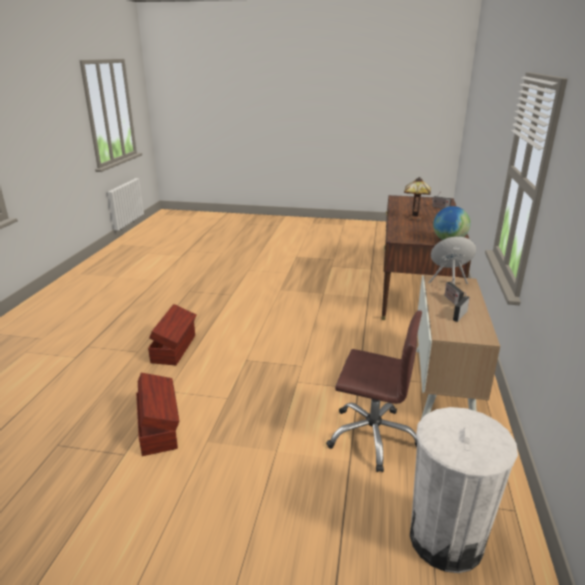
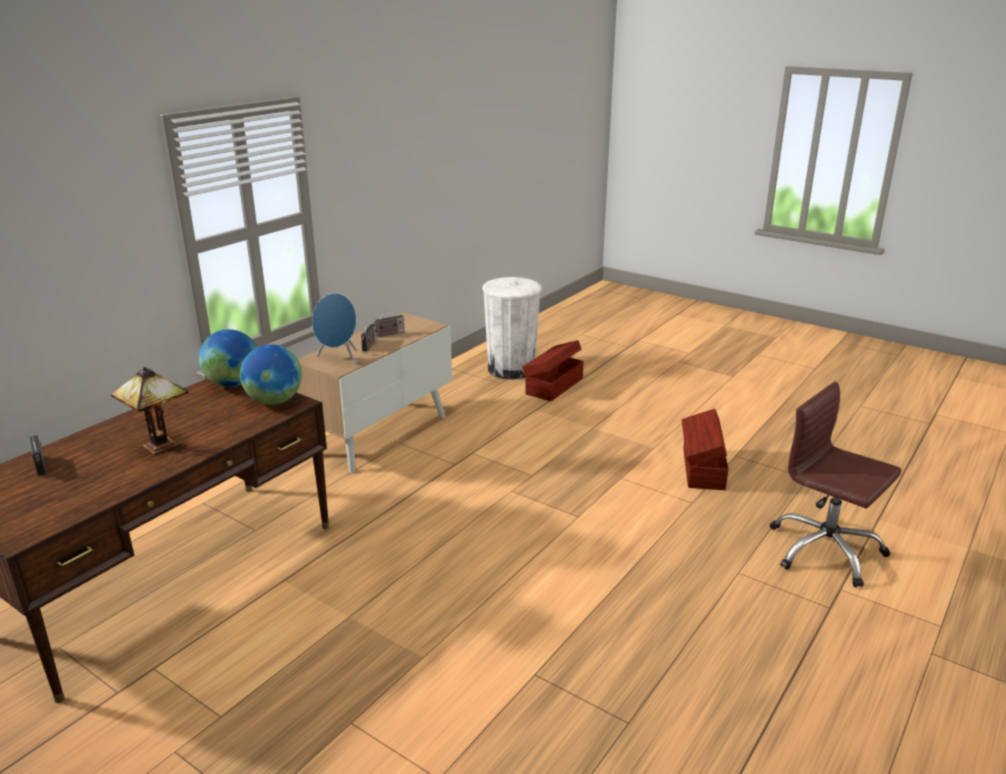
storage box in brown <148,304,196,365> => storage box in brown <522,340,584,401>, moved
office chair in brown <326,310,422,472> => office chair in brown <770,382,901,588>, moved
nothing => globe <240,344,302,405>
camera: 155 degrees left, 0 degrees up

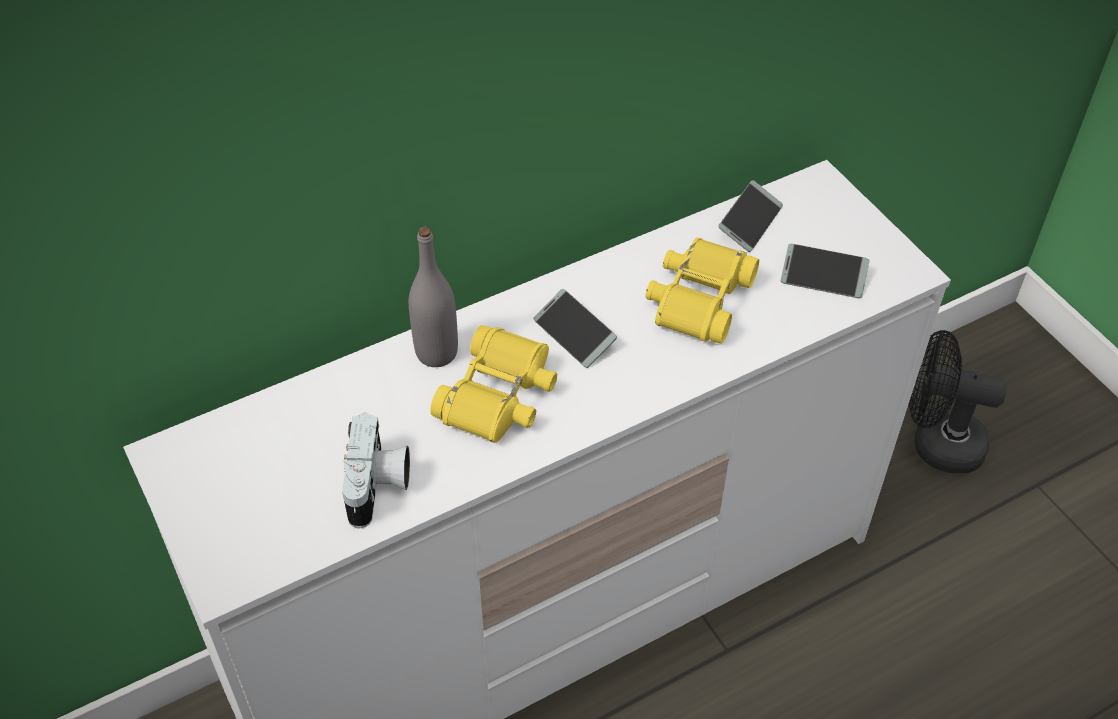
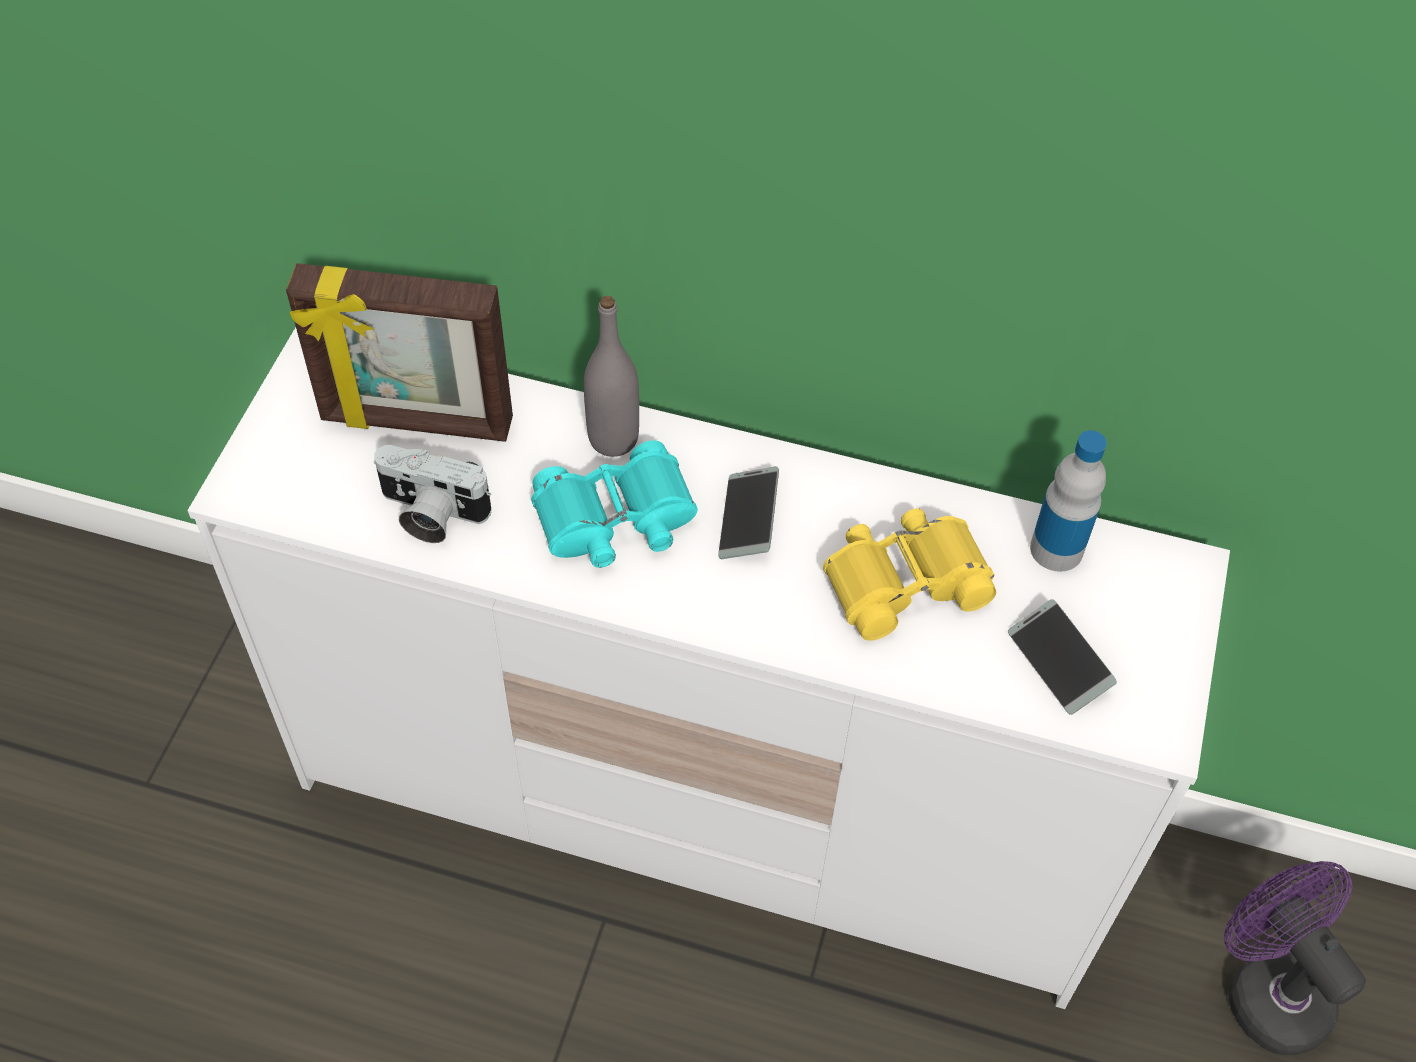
phone <718,180,783,252> => bottle <1030,430,1107,572>
binoculars in yellow <430,325,557,443> => binoculars in turquoise <531,440,698,568>
fan in black <908,330,1007,474> => fan in purple <1224,861,1366,1055>
photo camera <342,413,410,529> => photo camera <373,445,492,543>, 60 degrees clockwise
nothing => picture frame <286,263,513,442>
camera: 45 degrees right, 5 degrees up

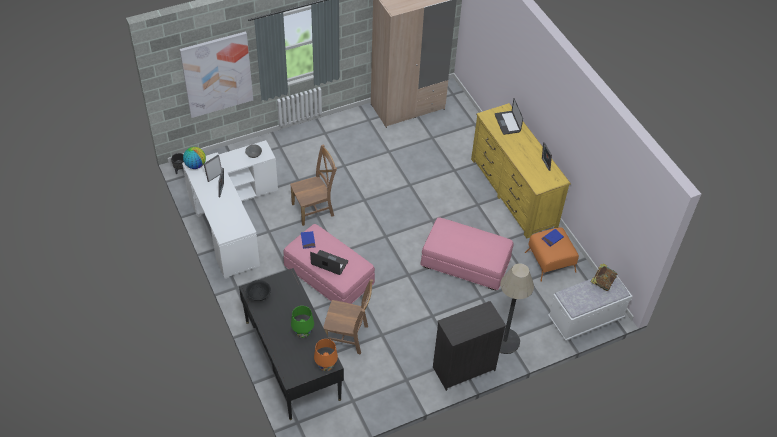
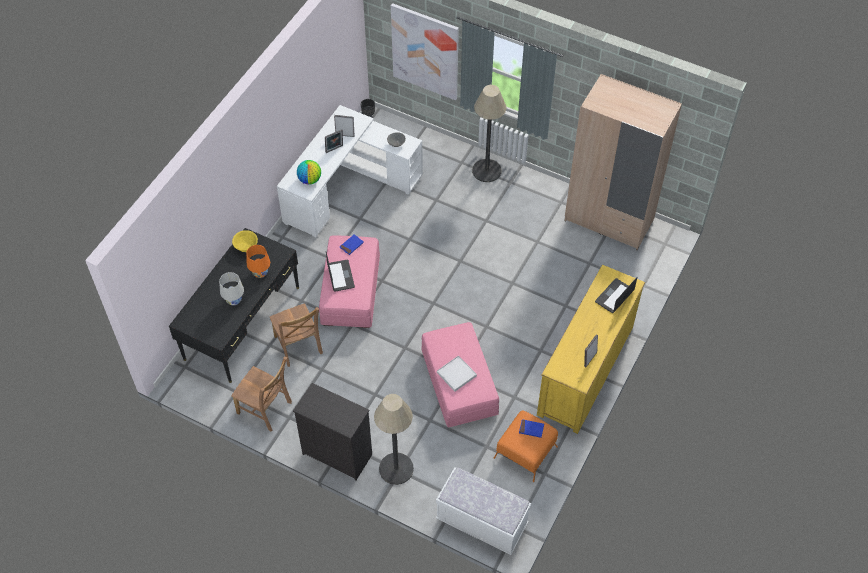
chair in brown <290,144,337,226> => chair in brown <231,357,292,432>, moved
globe <183,147,206,169> => globe <297,160,321,185>, moved
book <591,263,617,291> => nothing
bowl in black <246,280,271,301> => bowl in yellow <232,230,258,252>
table lamp in green <291,306,314,338> => table lamp in white <219,272,244,306>
table lamp in orange <314,339,338,371> => table lamp in orange <246,245,270,278>, moved
nothing => floor lamp <472,85,506,182>
nothing => tray in white <437,355,477,392>
camera: 55 degrees right, 5 degrees up

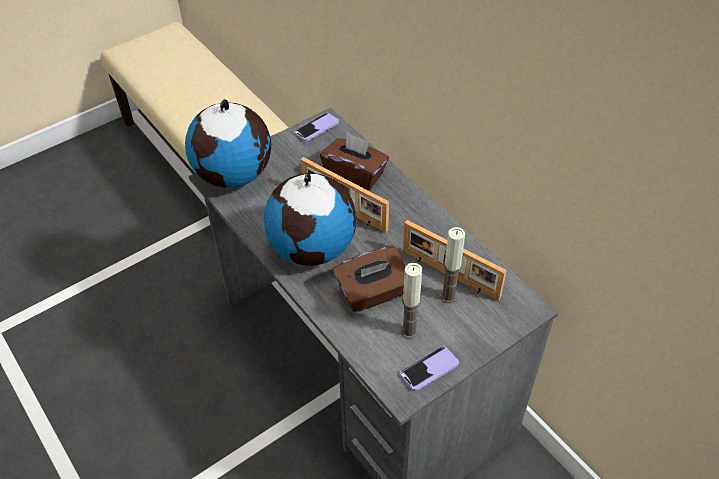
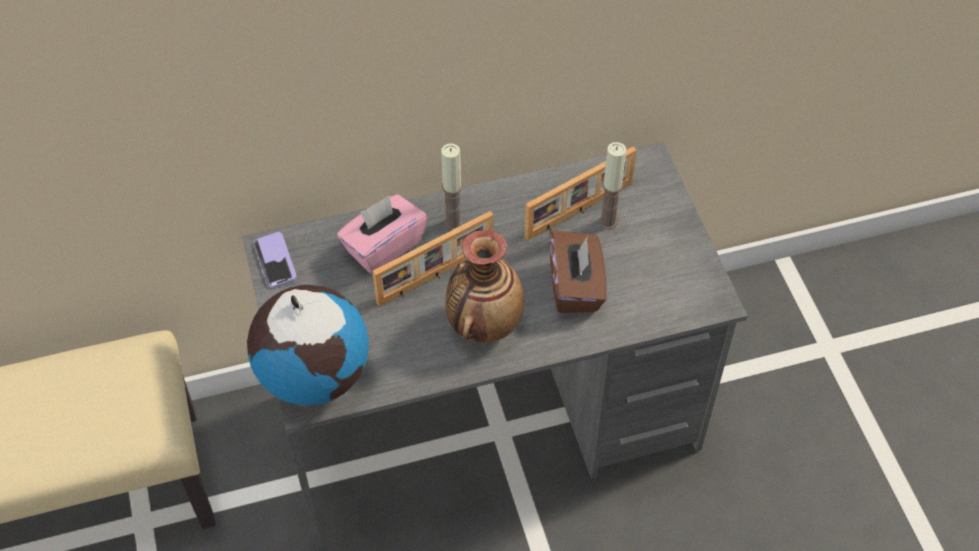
tissue box in brown <320,133,389,191> => tissue box in pink <337,194,427,274>
globe <264,172,357,266> => vase <446,230,524,343>
candle <401,263,422,339> => candle <441,144,463,231>, moved
phone <400,346,459,391> => nothing
camera: 70 degrees left, 5 degrees up

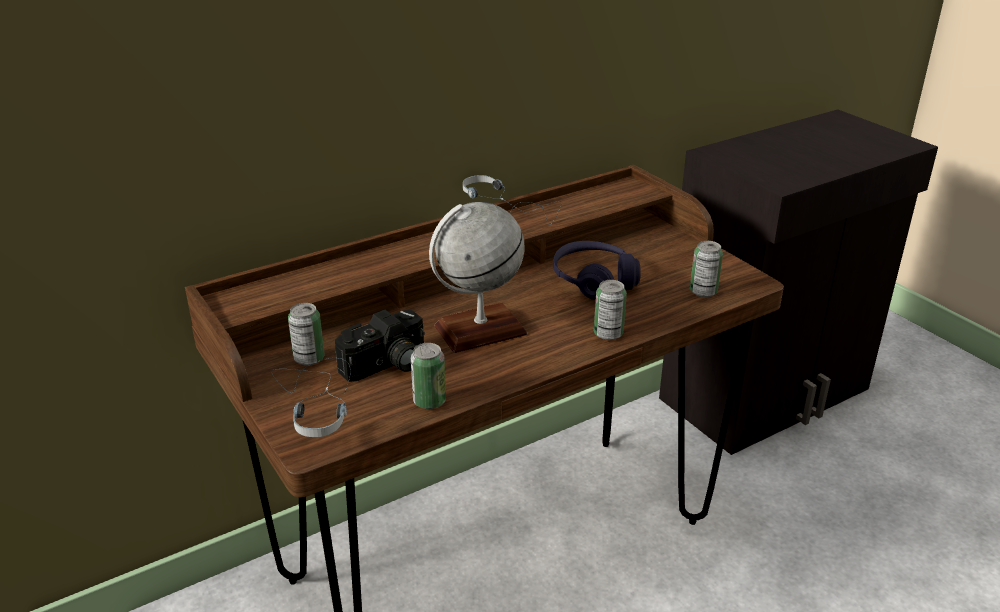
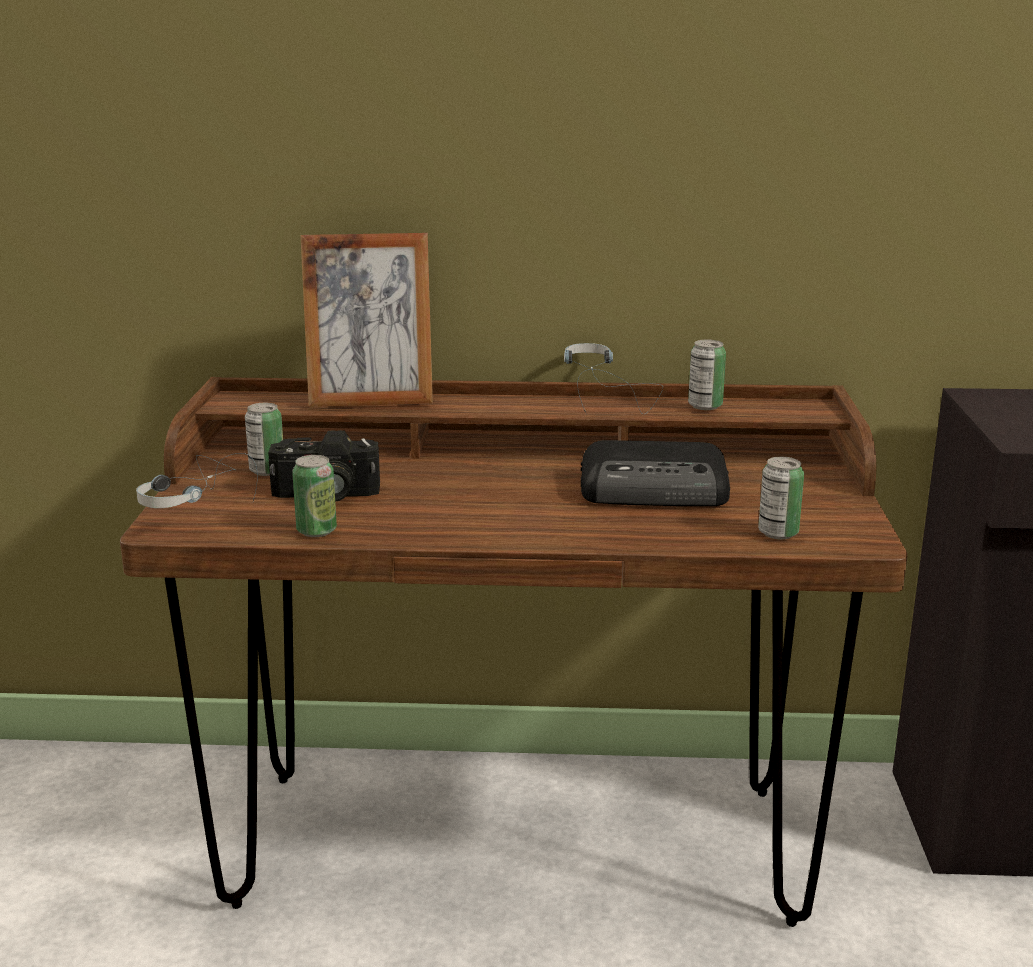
globe <429,202,527,353> => nothing
headphones in purple <553,241,641,300> => radio <581,440,730,506>
can <594,280,627,340> => can <688,340,726,410>, moved
nothing => picture frame <300,233,433,407>
camera: 35 degrees right, 10 degrees down

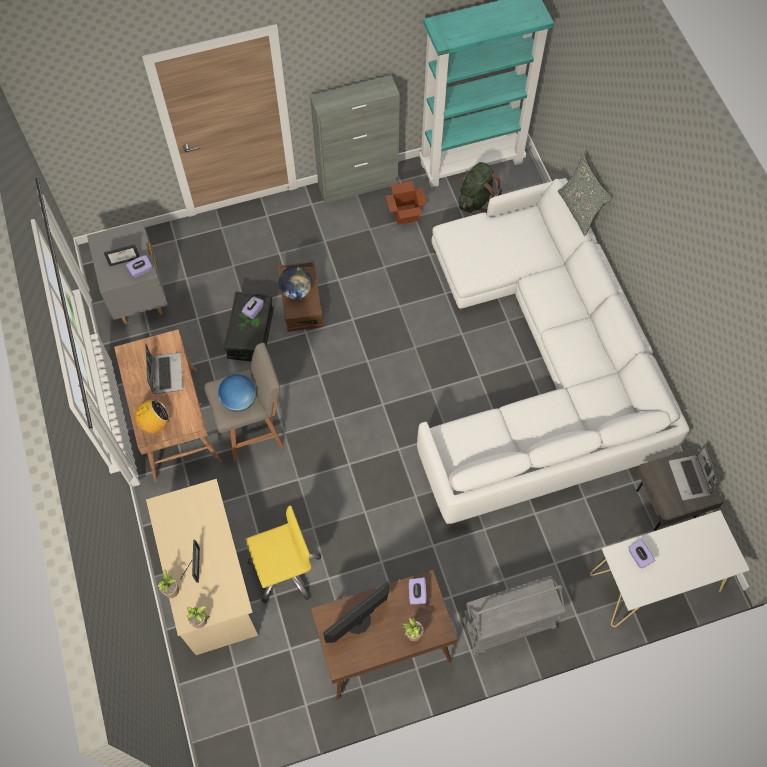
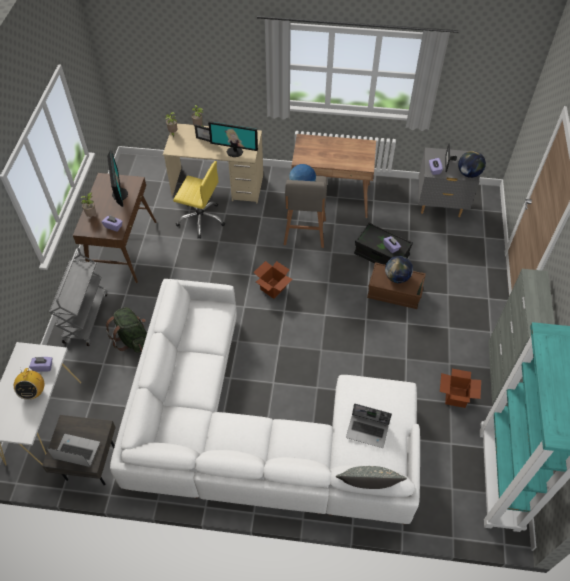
backpack in green <459,162,502,213> => backpack in green <106,307,147,353>, moved
laptop <145,343,183,394> => laptop <346,403,392,448>, moved
radio <135,400,169,433> => radio <14,366,44,400>, moved
office chair in yellow <245,505,321,603> => office chair in yellow <173,161,225,239>, 75 degrees counterclockwise
nothing => monitor <208,121,258,157>
nothing => globe <458,151,486,178>
nothing => cardboard box <253,261,293,299>
camera: 115 degrees right, 10 degrees down

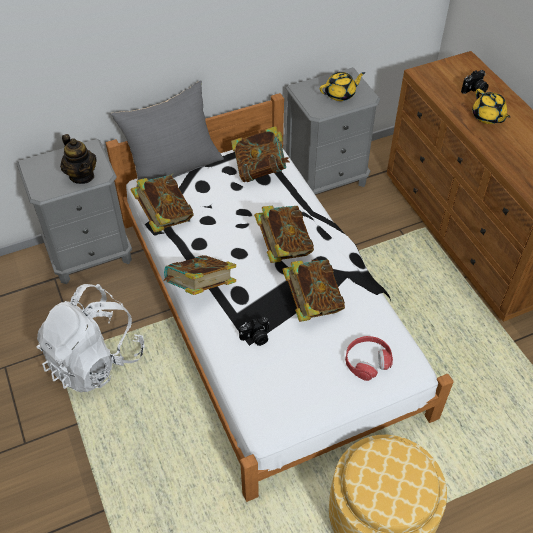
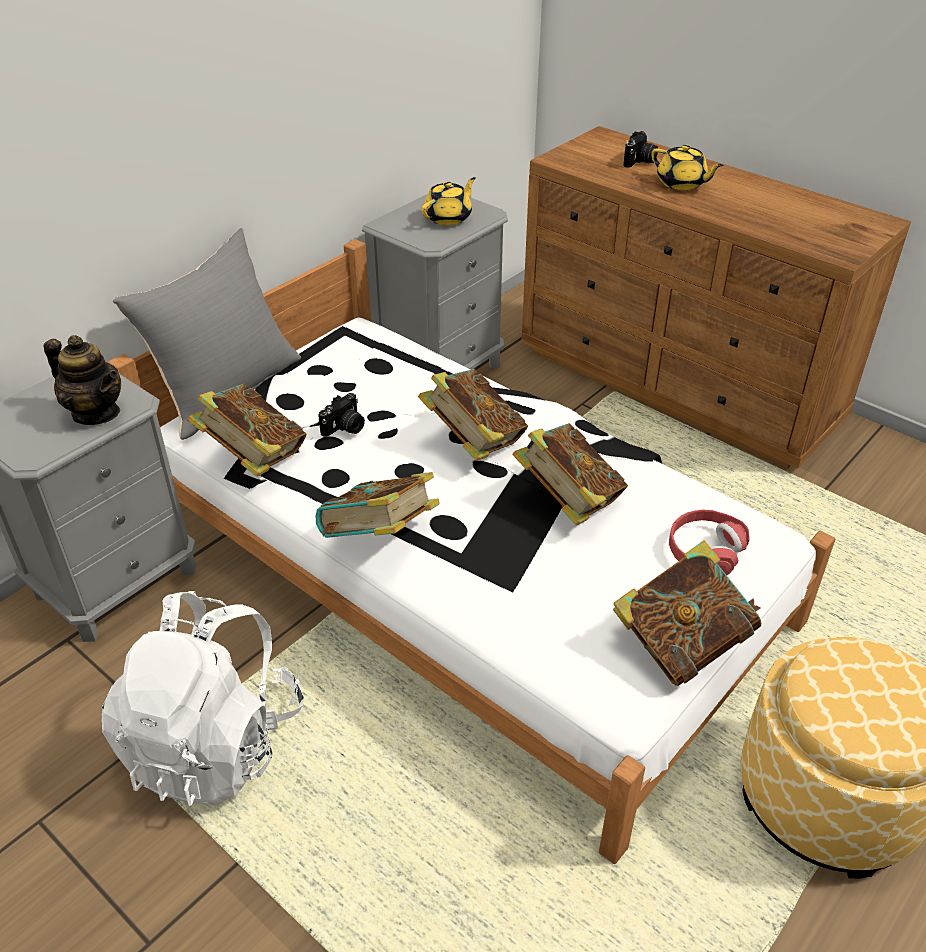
book <231,126,290,182> => book <613,540,761,686>, moved
photo camera <239,317,270,346> => photo camera <318,393,365,437>, moved
camera: 25 degrees left, 10 degrees down

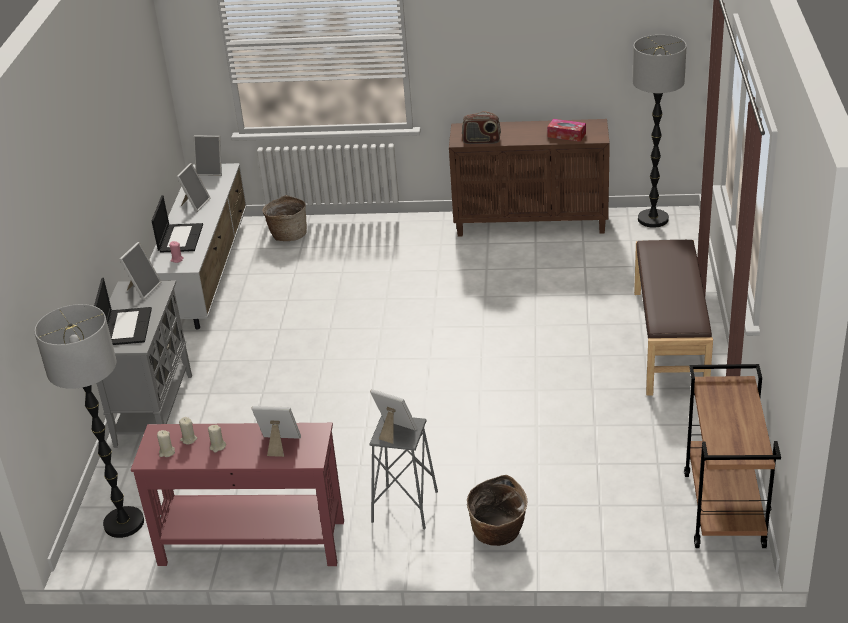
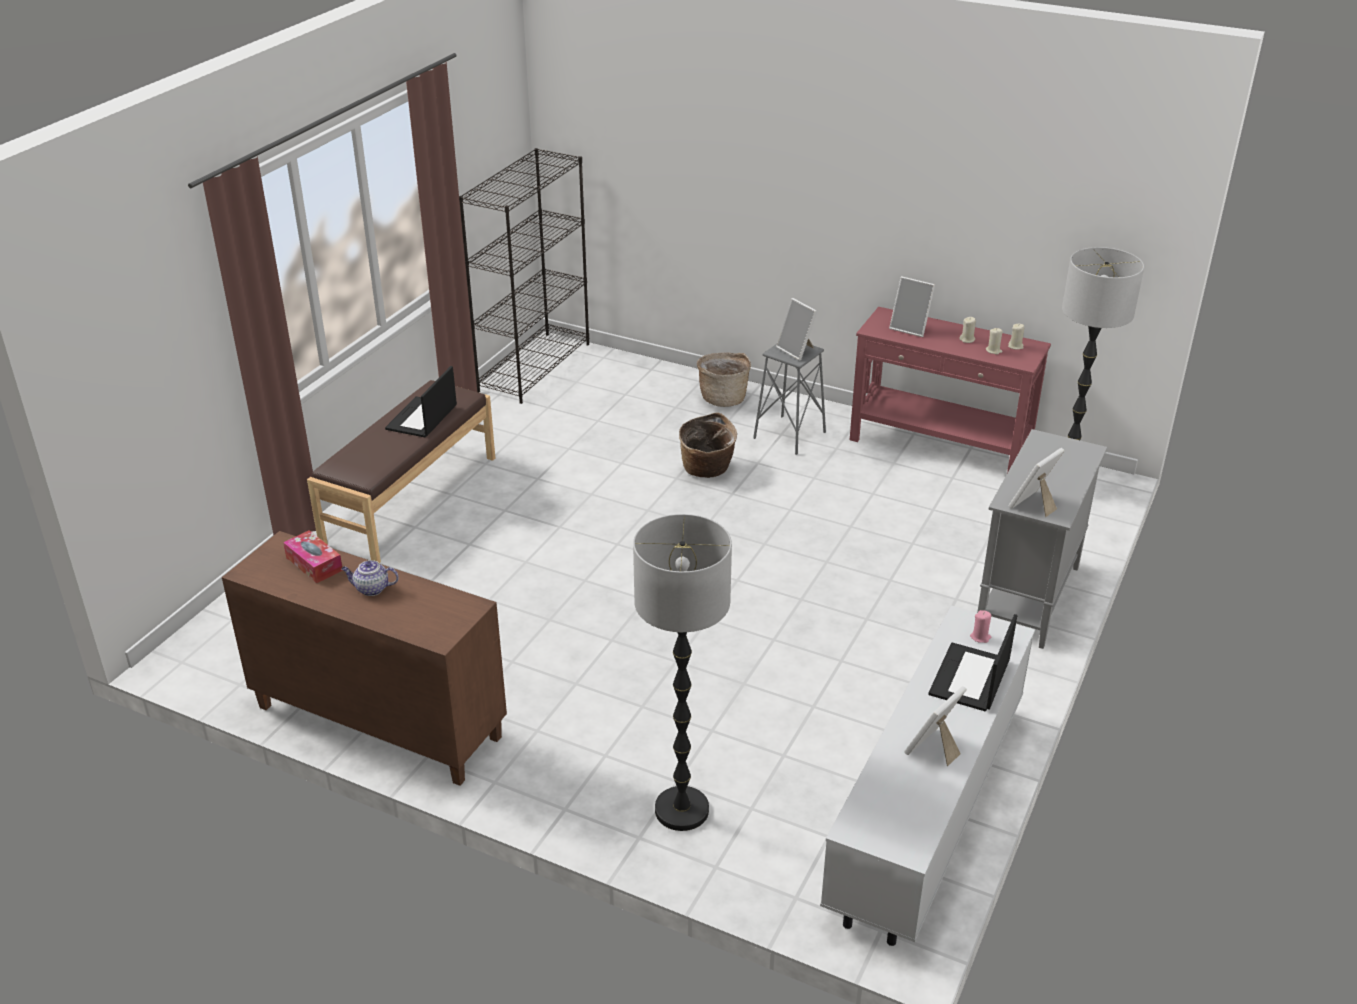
floor lamp <633,35,687,228> => floor lamp <633,514,732,831>, moved
radio <462,111,501,144> => nothing
picture frame <194,135,222,176> => nothing
basket <262,195,307,241> => basket <679,412,737,478>, moved
laptop <94,278,152,345> => laptop <385,366,457,437>, moved
cart in brown <684,364,781,548> => bookcase in black <459,148,589,404>
nothing => teapot <341,560,399,596>
camera: 160 degrees left, 0 degrees up

